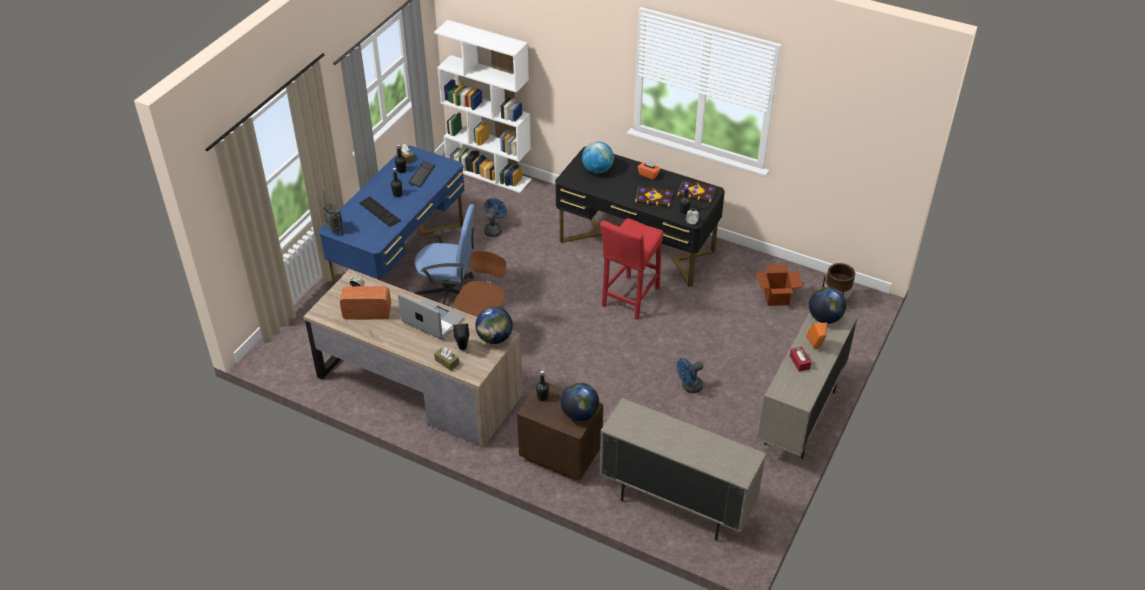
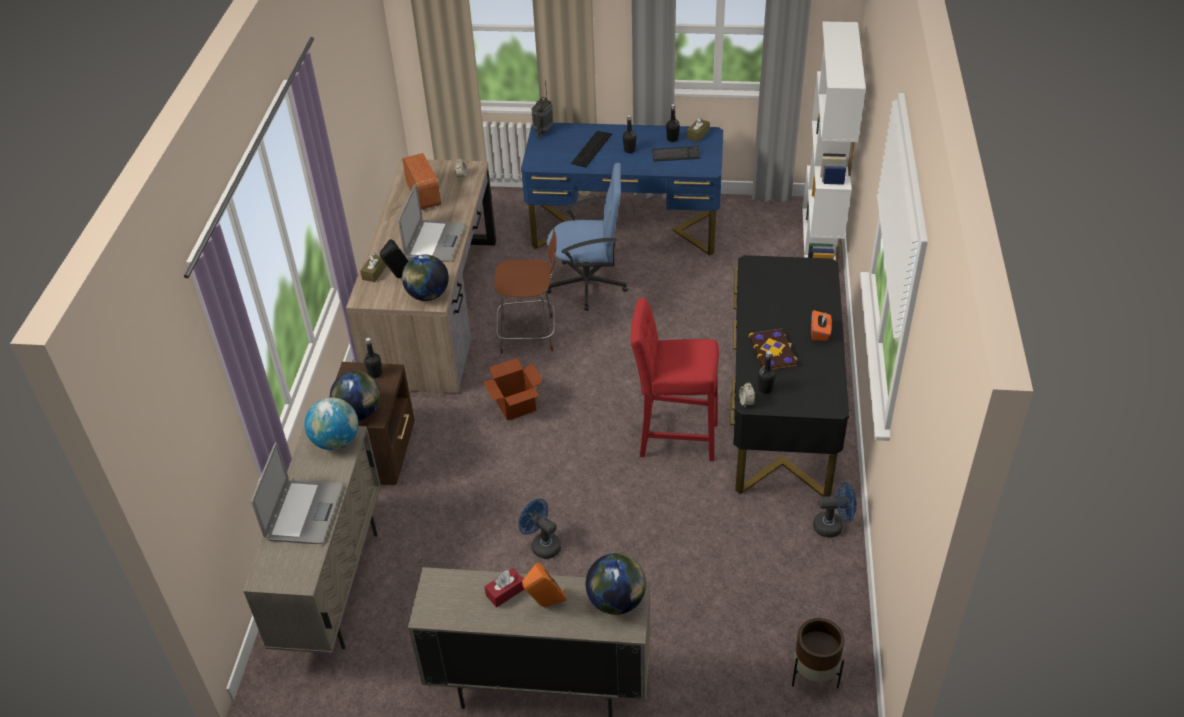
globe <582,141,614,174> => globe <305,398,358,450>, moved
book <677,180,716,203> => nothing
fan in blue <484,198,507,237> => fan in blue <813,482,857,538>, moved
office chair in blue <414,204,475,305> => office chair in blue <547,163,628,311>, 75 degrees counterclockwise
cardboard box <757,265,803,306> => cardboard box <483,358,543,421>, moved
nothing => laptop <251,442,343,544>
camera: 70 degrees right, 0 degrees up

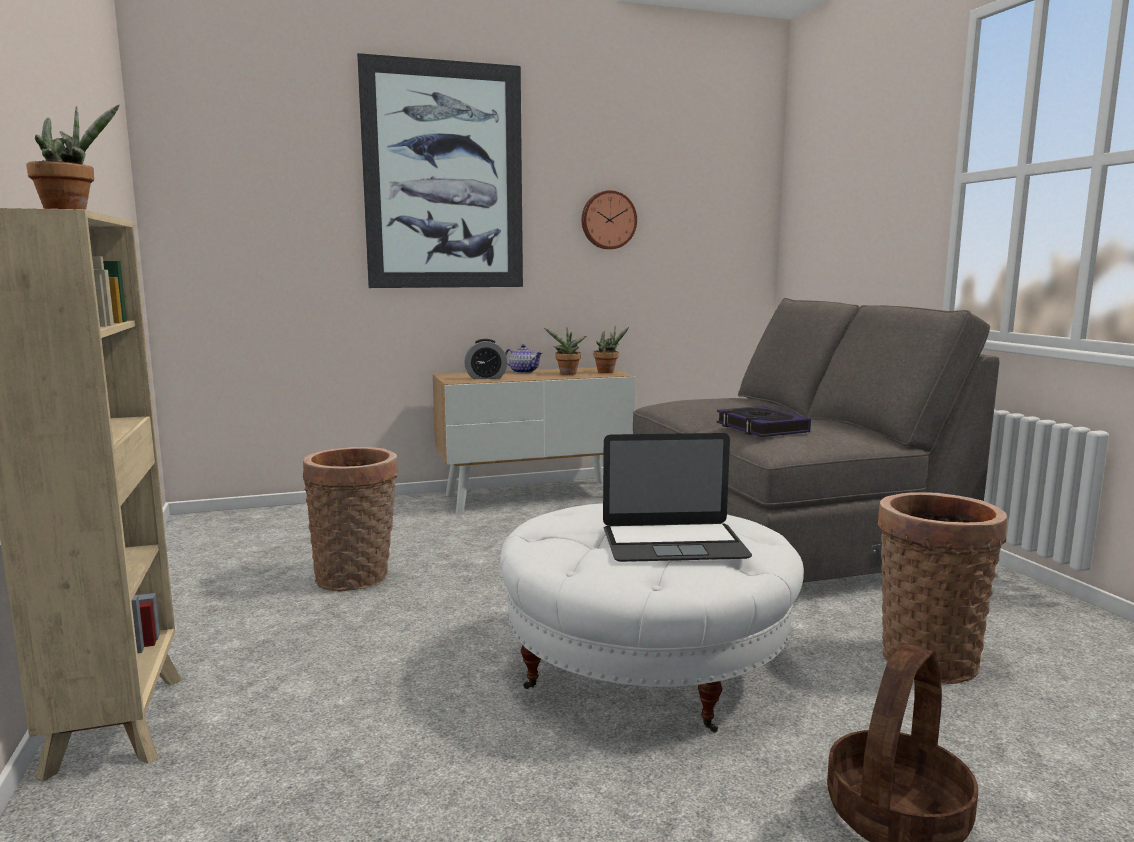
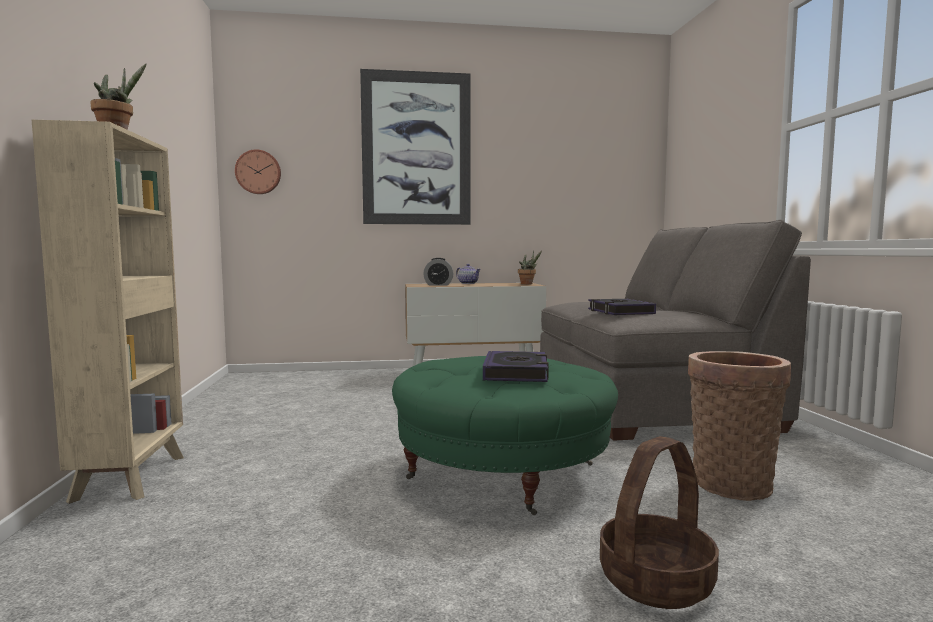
wall clock <582,190,637,249> => wall clock <235,149,281,194>, moved
potted plant <544,328,586,375> => nothing
laptop <603,433,752,562> => book <483,351,549,382>
basket <303,447,398,591> => nothing
ottoman in white <500,503,804,732> => ottoman in green <392,356,618,515>
camera: 10 degrees right, 5 degrees down

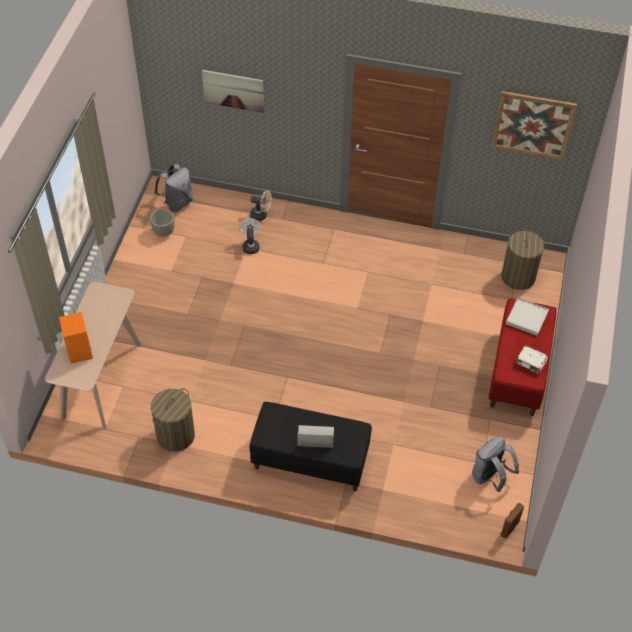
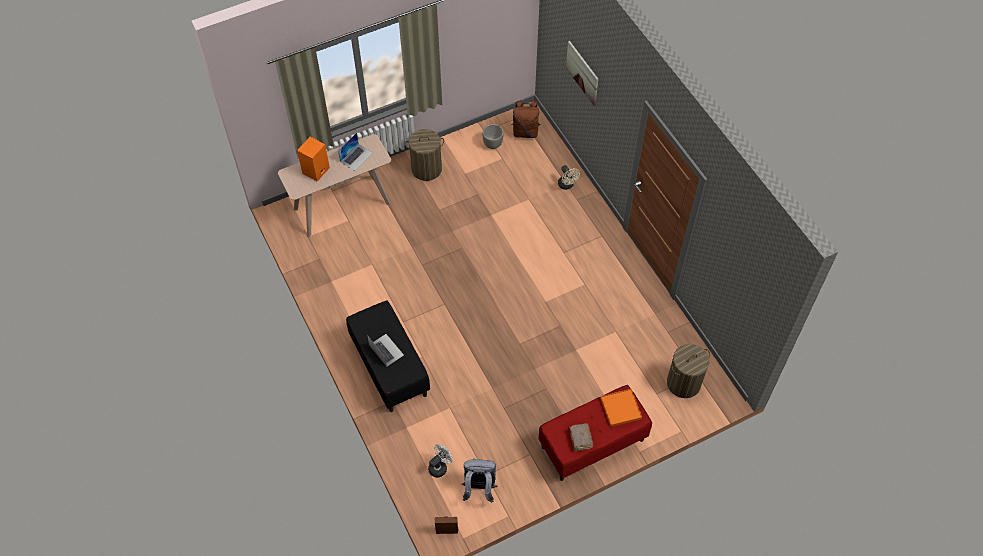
picture <491,91,577,160> => nothing
backpack in grey <154,164,193,212> => backpack in brown <511,100,541,138>
fan in white <239,218,262,254> => fan in white <428,444,453,478>, moved
tray in white <506,298,549,336> => tray in orange <600,389,642,427>
book in white <517,346,548,374> => book in brown <569,423,593,451>
laundry basket <151,388,195,452> => laundry basket <405,129,444,181>, moved
nothing => laptop <338,133,373,171>
camera: 50 degrees right, 5 degrees up

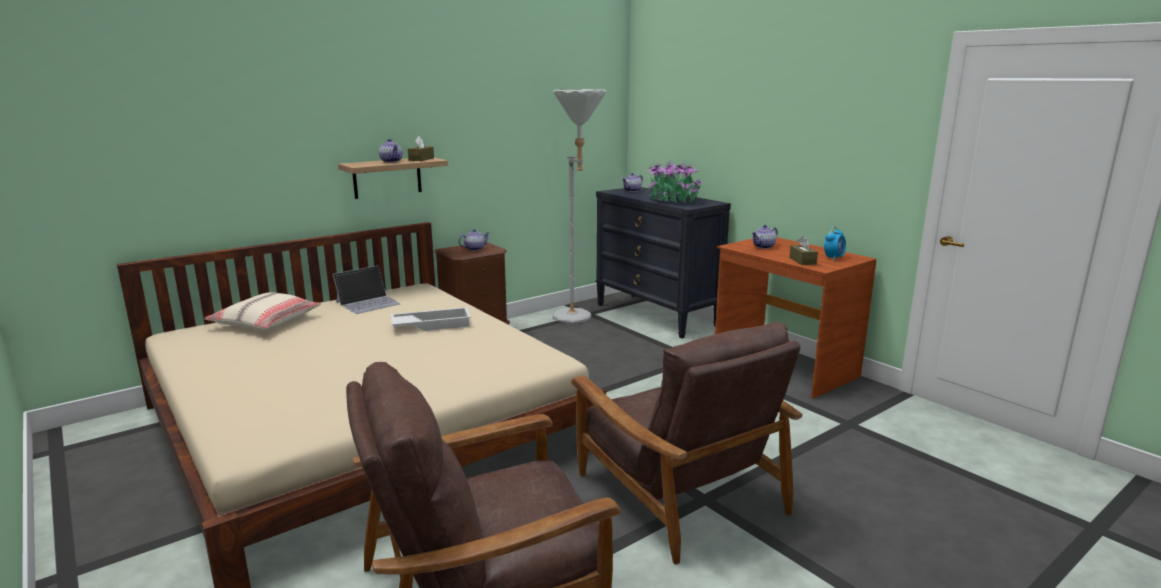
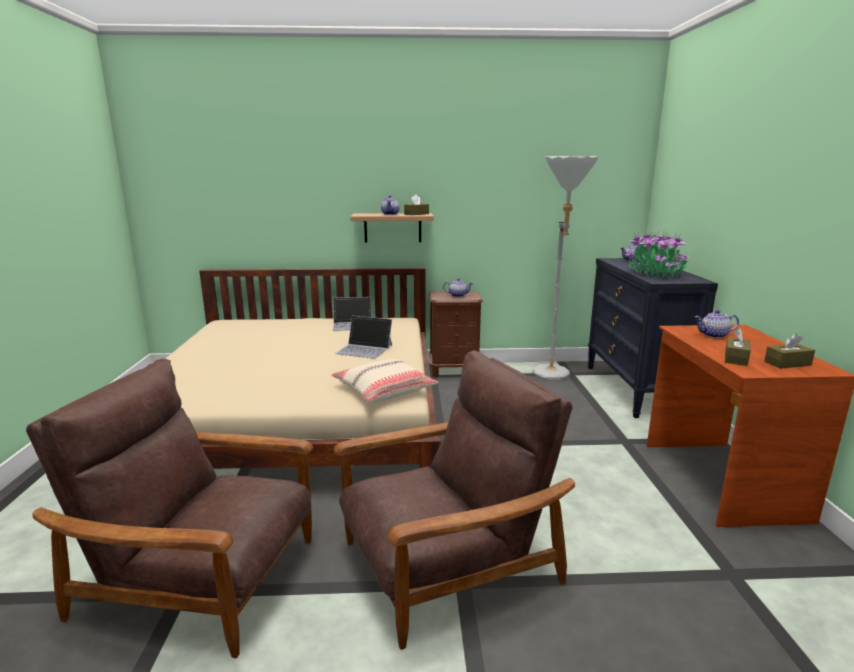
alarm clock <824,226,846,261> => tissue box in brown <764,333,815,369>
pillow in beige <204,292,321,331> => pillow in beige <331,358,438,402>, moved
tray in white <391,307,471,331> => laptop <335,316,392,359>
armchair in brown <571,322,802,564> => armchair in brown <334,350,575,650>, 120 degrees counterclockwise
camera: 35 degrees right, 0 degrees up

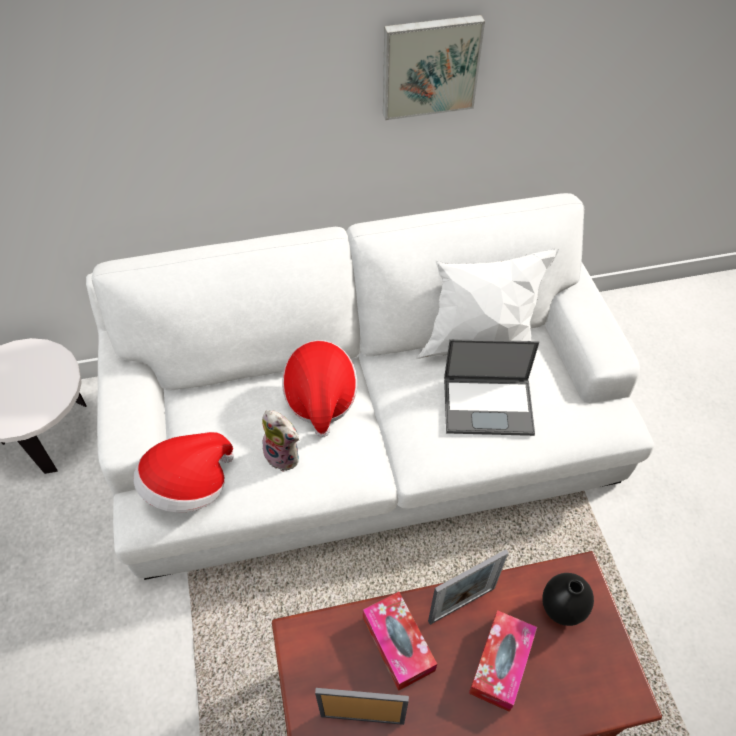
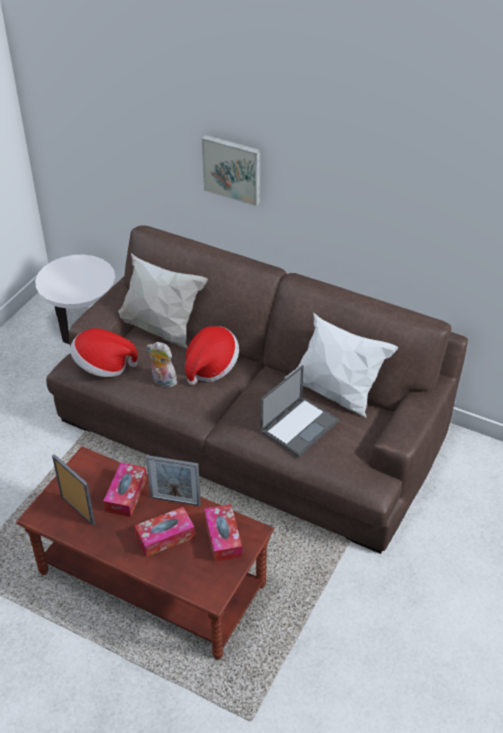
picture <383,15,485,120> => picture <202,135,260,206>, moved
sofa in white <86,193,654,580> => sofa in brown <46,225,468,554>
laptop <444,339,539,436> => laptop <260,365,339,457>, 90 degrees counterclockwise
plush toy <262,410,300,472> => plush toy <147,342,177,388>, 135 degrees clockwise
vase in black <542,573,594,626> => tissue box <204,504,242,562>
nothing => pillow in white <118,253,208,348>
camera: 40 degrees right, 10 degrees down

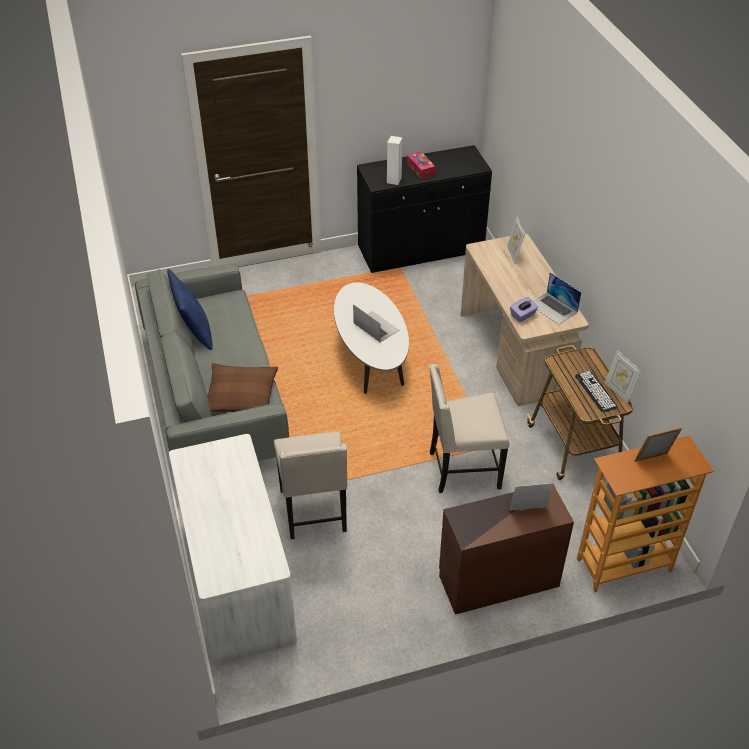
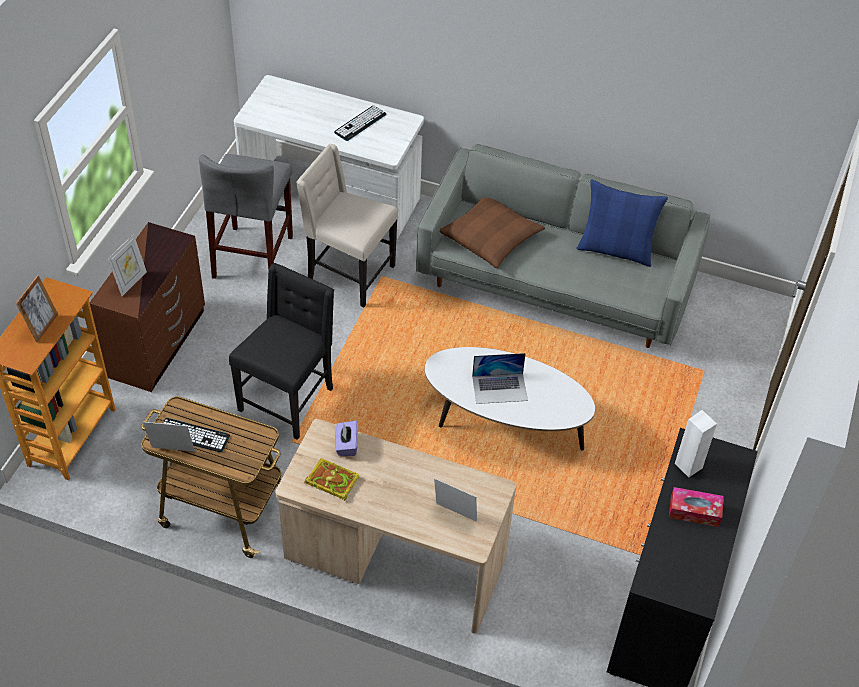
laptop <533,273,581,325> => book <304,458,359,501>
chair in beige <429,364,509,493> => chair in black <229,263,334,440>
nothing => keyboard <334,106,386,141>
nothing => stool in grey <199,154,293,279>
camera: 125 degrees right, 5 degrees up

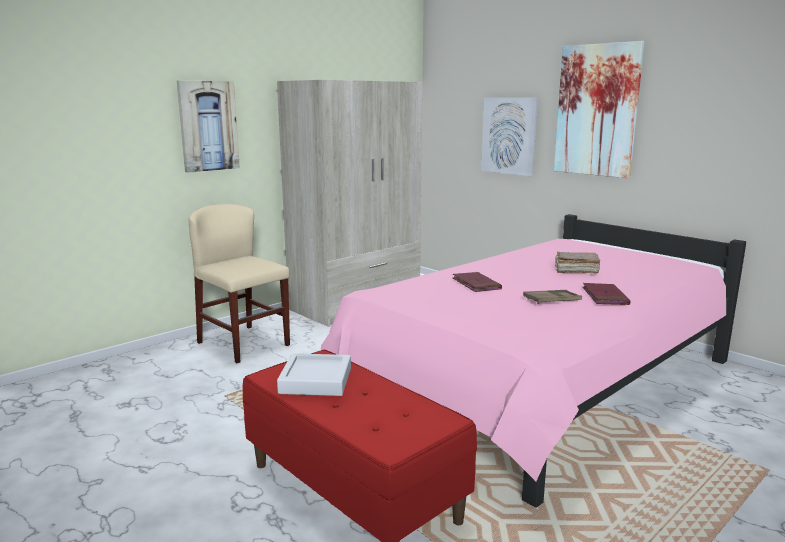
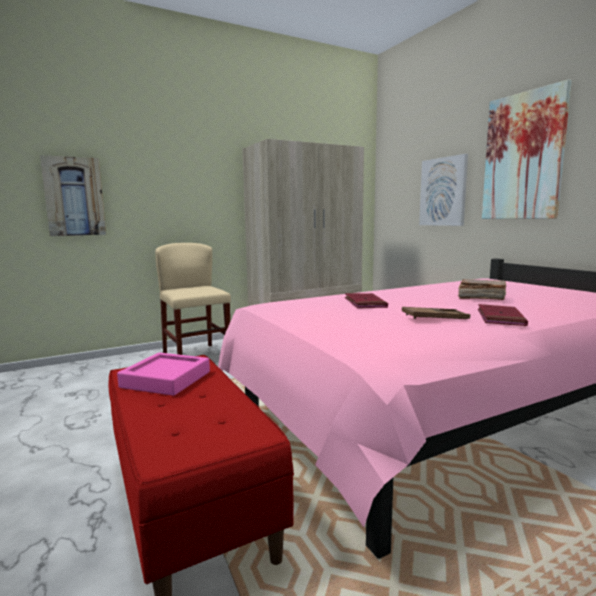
picture <177,80,240,173> => picture <40,155,106,236>, moved
tray in grey <277,353,351,396> => tray in pink <117,353,210,396>
camera: 15 degrees right, 5 degrees down

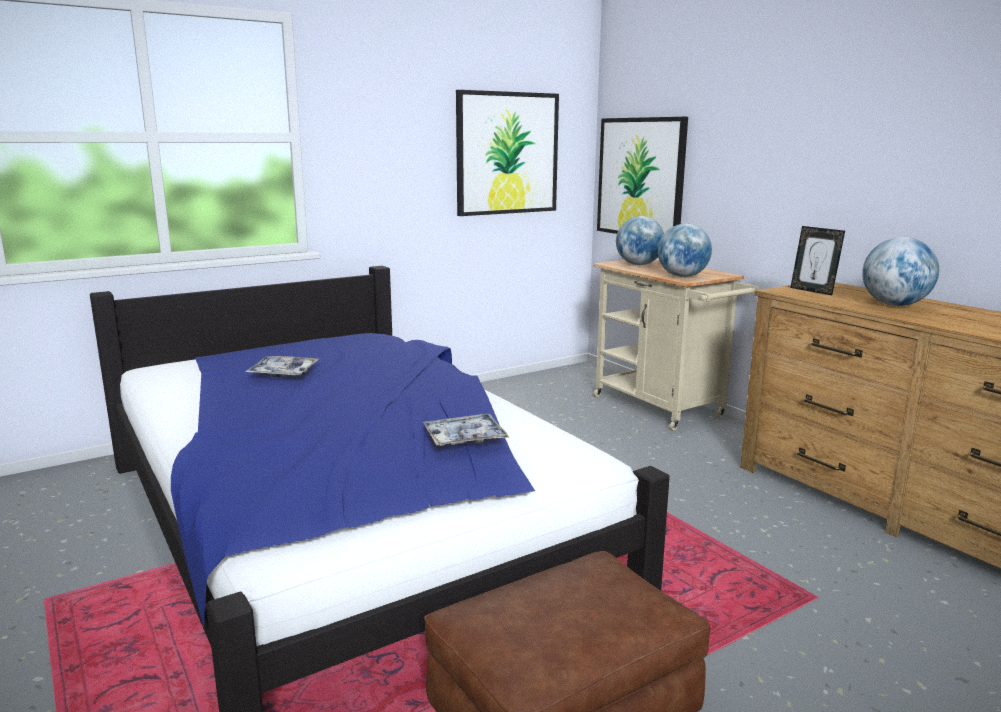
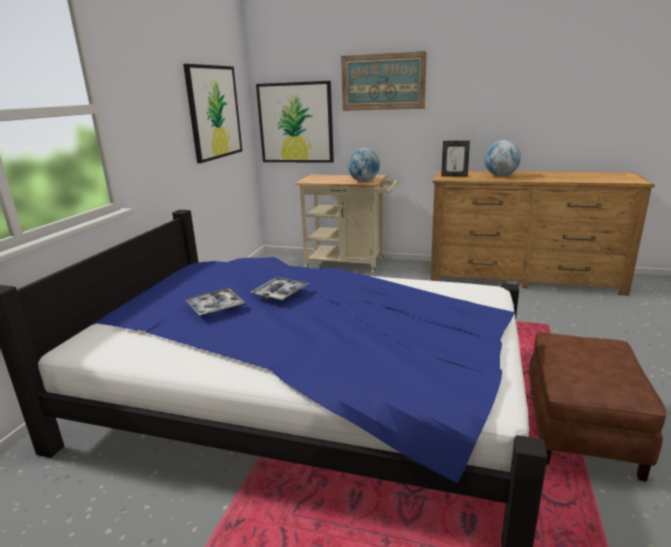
globe <616,216,664,265> => nothing
tray <423,414,509,447> => tray <250,277,309,300>, moved
nothing => picture <341,51,427,111>
camera: 40 degrees left, 5 degrees up

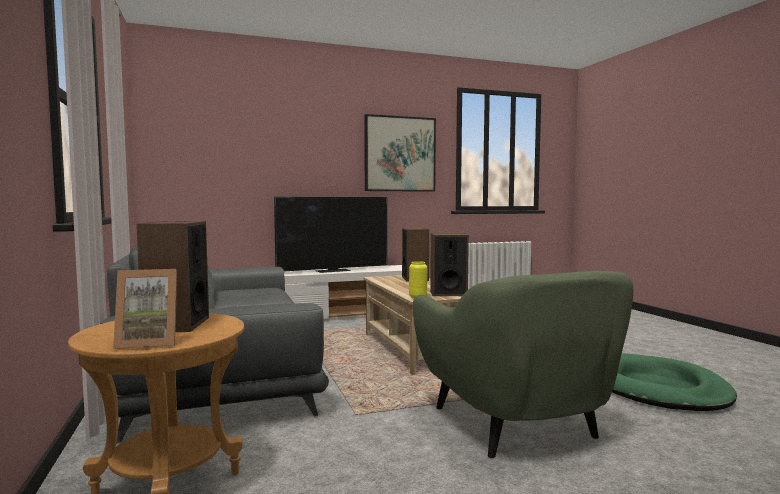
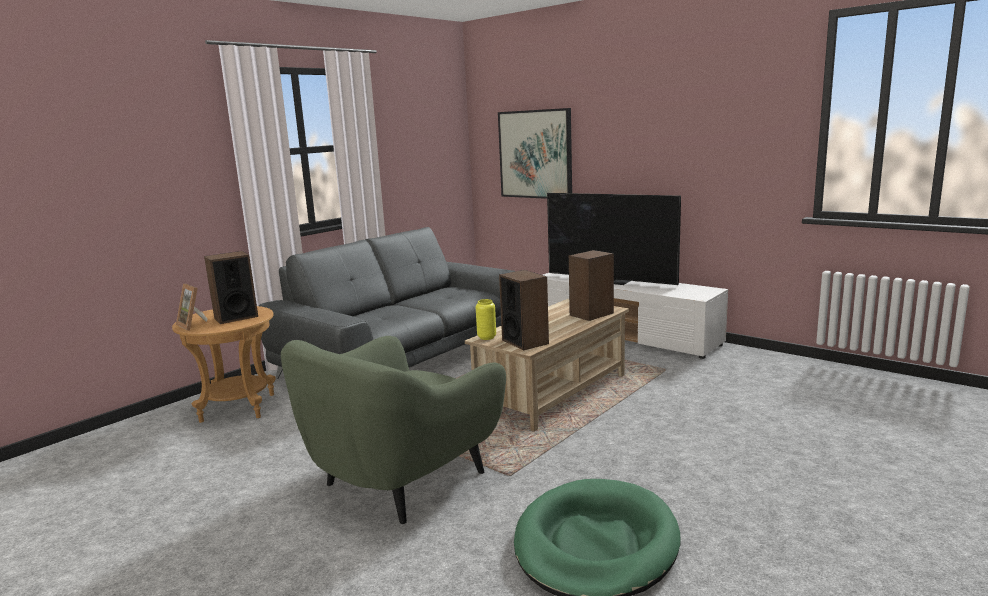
picture <364,114,436,192> => picture <498,108,572,199>, moved
camera: 60 degrees right, 10 degrees up

